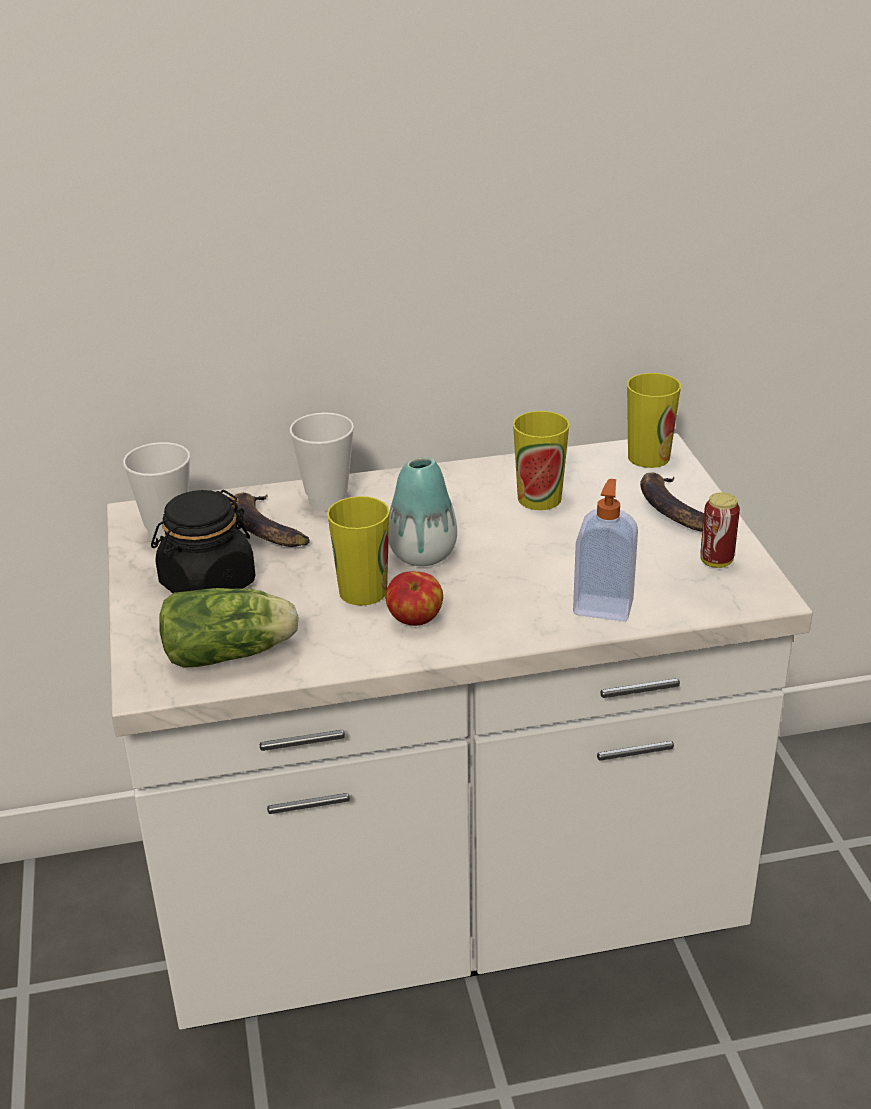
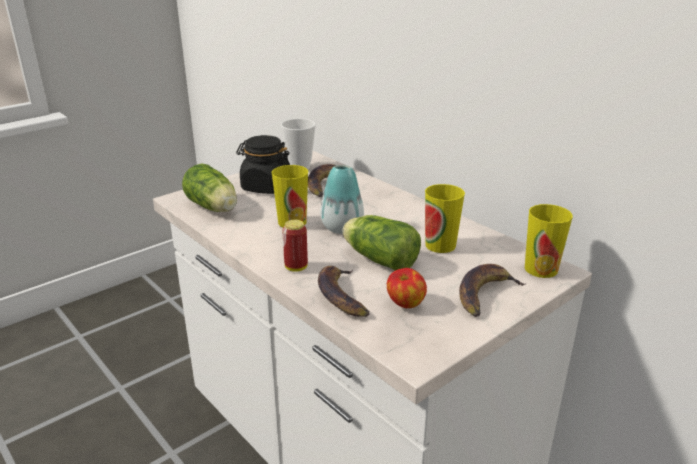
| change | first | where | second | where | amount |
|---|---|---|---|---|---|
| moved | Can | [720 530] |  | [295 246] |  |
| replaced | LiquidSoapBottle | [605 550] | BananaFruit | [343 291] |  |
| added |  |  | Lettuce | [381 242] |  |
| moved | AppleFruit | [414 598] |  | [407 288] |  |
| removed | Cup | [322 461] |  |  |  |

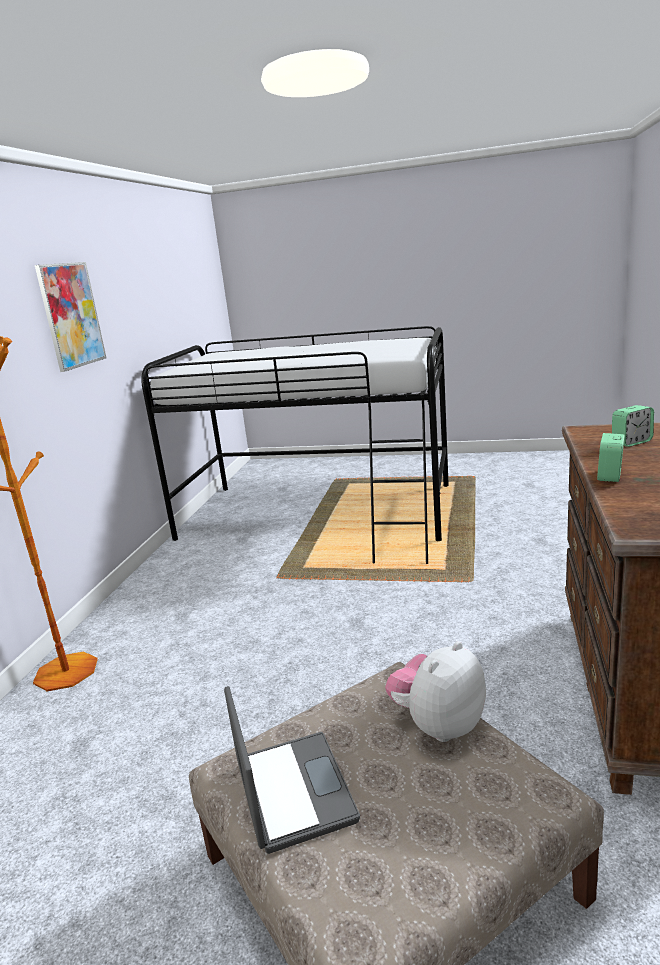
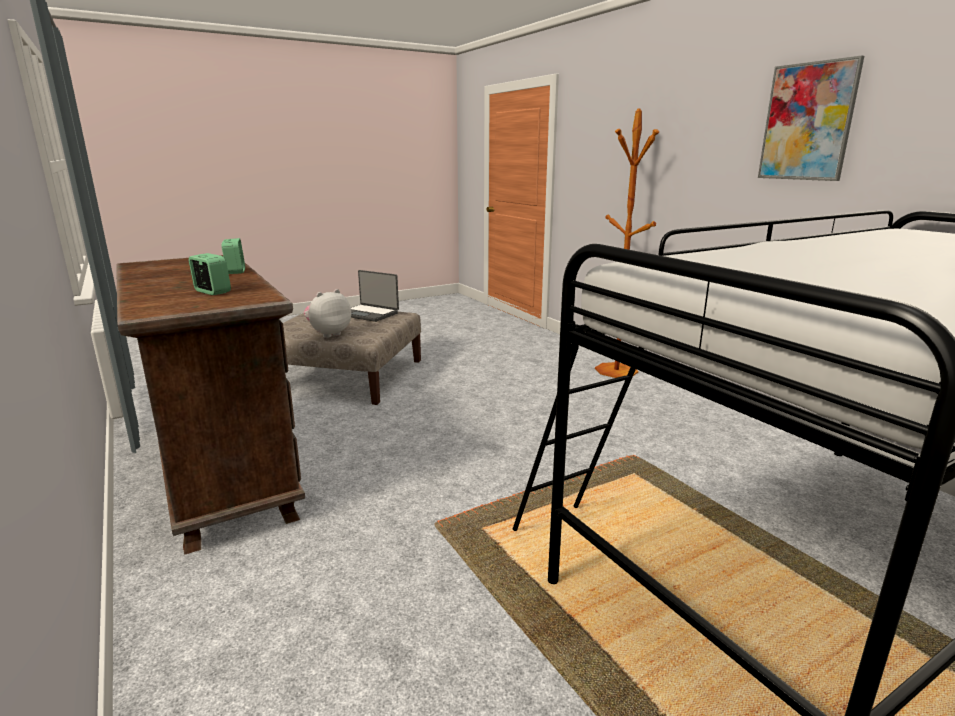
| change | first | where | second | where | amount |
|---|---|---|---|---|---|
| turned | TableClock | [633 426] |  | [210 274] | 105 degrees clockwise |
| turned | CuddlyToy | [435 691] |  | [327 313] | 135 degrees counterclockwise |

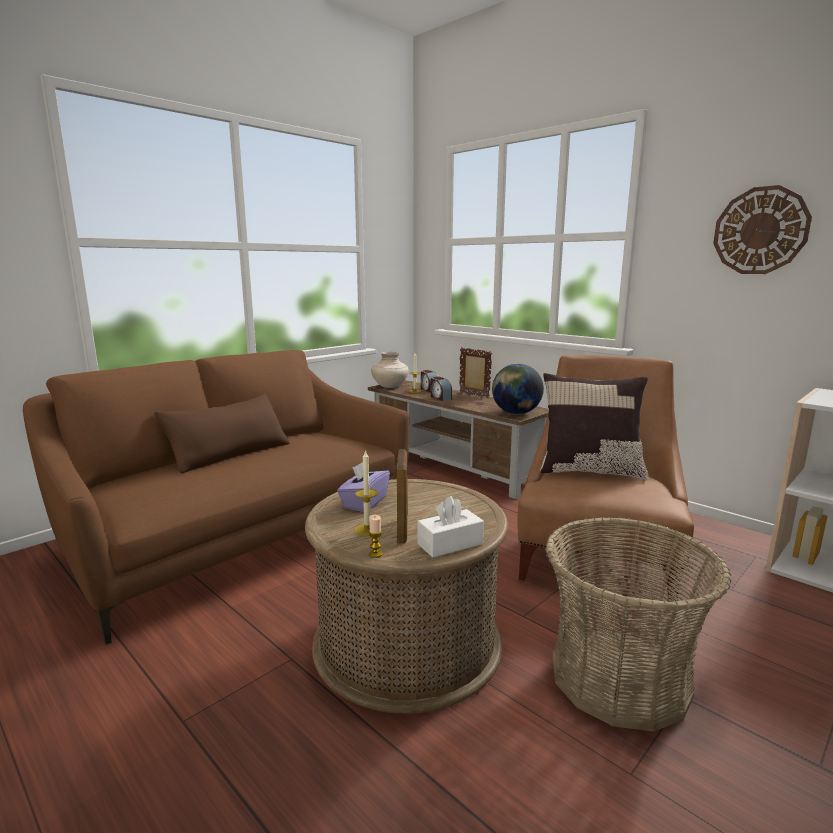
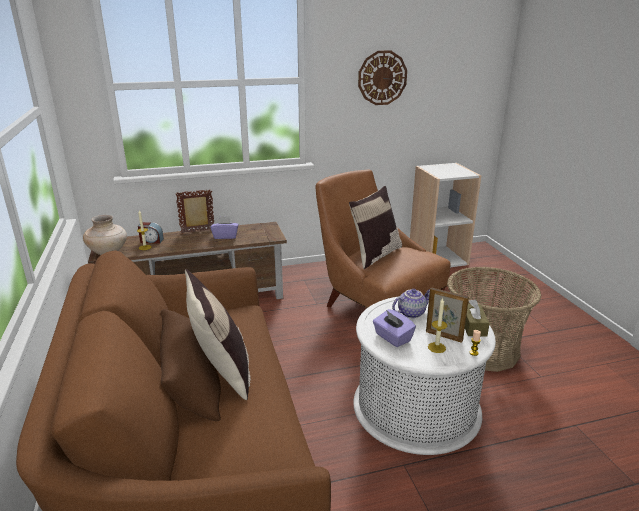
| change | first | where | second | where | amount |
|---|---|---|---|---|---|
| added |  |  | Pillow | [218 334] |  |
| added |  |  | PurplishTissueHolder | [224 227] |  |
| recoloured | BrownColouredLowTable | [406 596] | WhitishLowTable | [424 375] |  |
| added |  |  | Teapot | [411 303] |  |
| recoloured | WhitishTissueHolder | [450 527] | BrownColouredTissueHolder | [477 318] |  |
| removed | TableClock | [441 389] |  |  |  |
| removed | WorldGlobe | [518 389] |  |  |  |

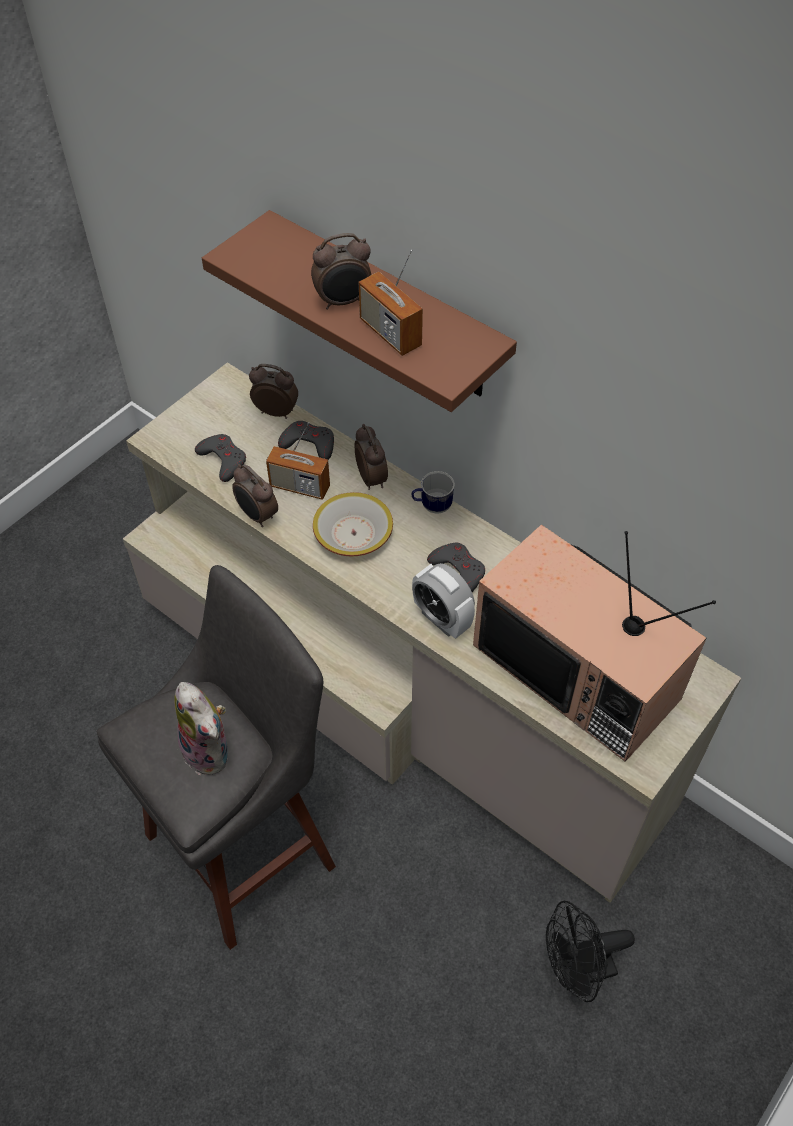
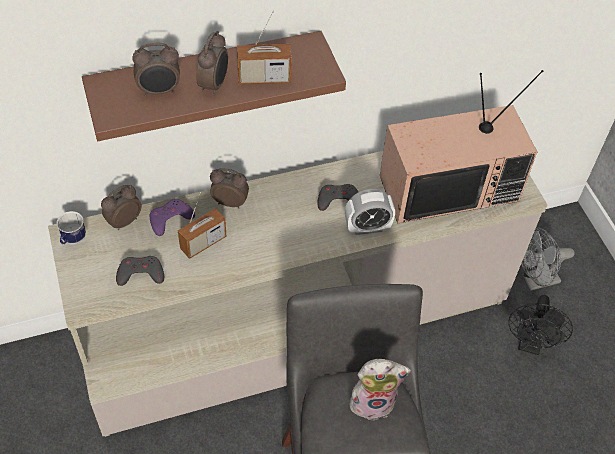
| change | first | where | second | where | amount |
|---|---|---|---|---|---|
| moved | TeaMug | [433 492] |  | [71 227] |  |
| moved | TableClock | [255 495] |  | [156 70] |  |
| recoloured | GreyJoypad | [306 440] | PurplishJoypad | [172 217] |  |
| added |  |  | GreyFan | [548 259] |  |
| removed | DeepDish | [353 524] |  |  |  |

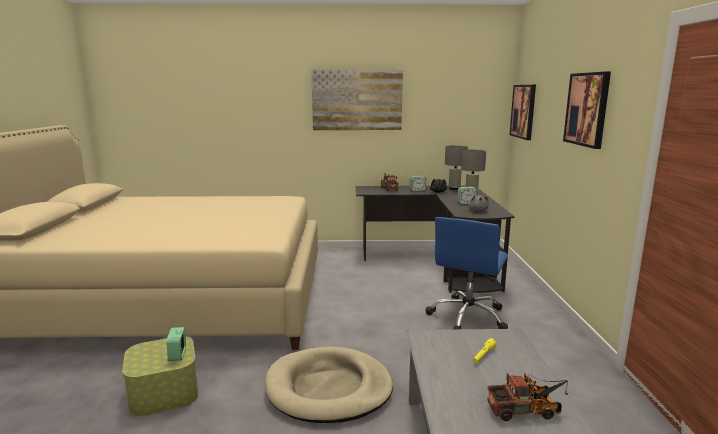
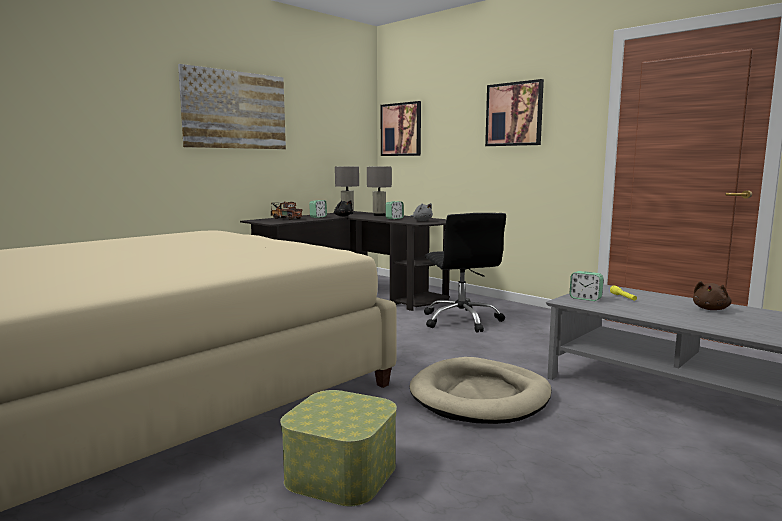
| change | first | where | second | where | amount |
|---|---|---|---|---|---|
| recoloured | BlueColouredOfficeChair | [466 273] | BlackColouredOfficeChair | [465 272] |  |
| moved | TableClock | [176 344] |  | [586 286] |  |
| replaced | ModelTruck | [527 397] | BrownColouredCuddlyToy | [712 295] |  |

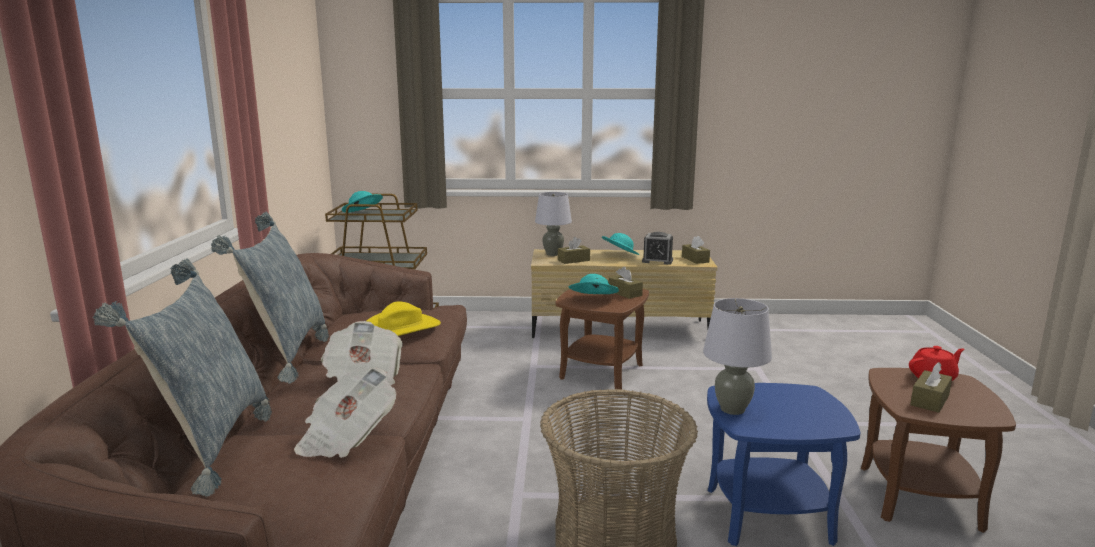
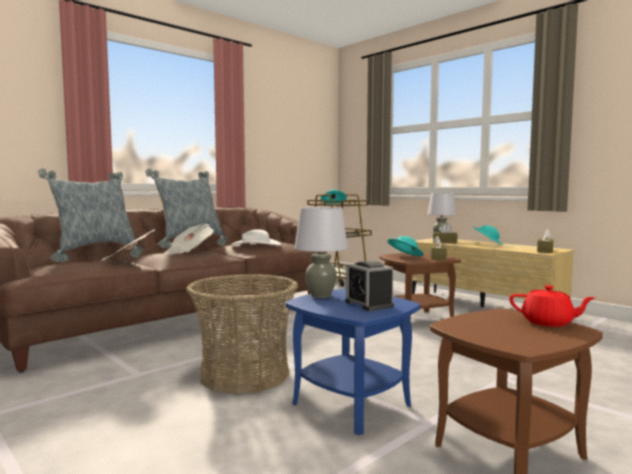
| change | first | where | second | where | amount |
|---|---|---|---|---|---|
| recoloured | YellowHat | [403 319] | WhitishHat | [256 237] |  |
| moved | TableClock | [657 248] |  | [369 286] |  |
| removed | BrownColouredTissueHolder | [931 387] |  |  |  |

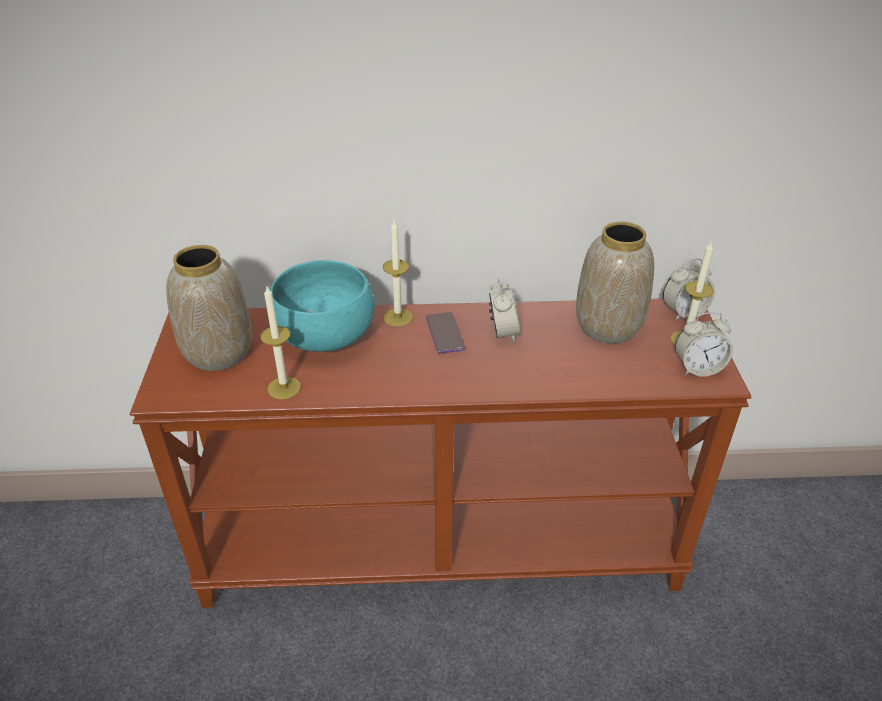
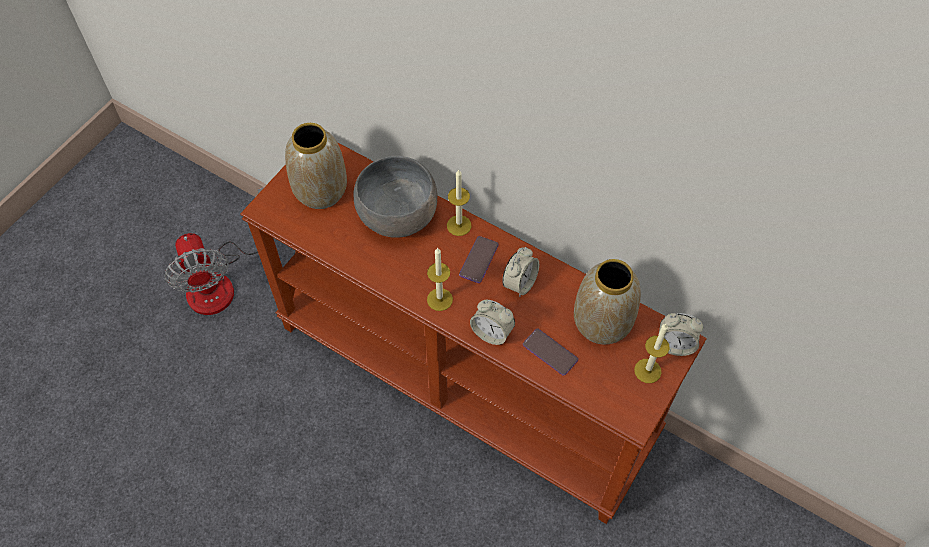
| change | first | where | second | where | amount |
|---|---|---|---|---|---|
| added |  |  | Fan | [214 251] |  |
| recoloured | TurquoiseDeepDish | [322 306] | GreyDeepDish | [395 196] |  |
| moved | WaxLight | [280 343] |  | [440 279] |  |
| moved | TableClock | [704 344] |  | [492 322] |  |
| added |  |  | Phone | [550 352] |  |

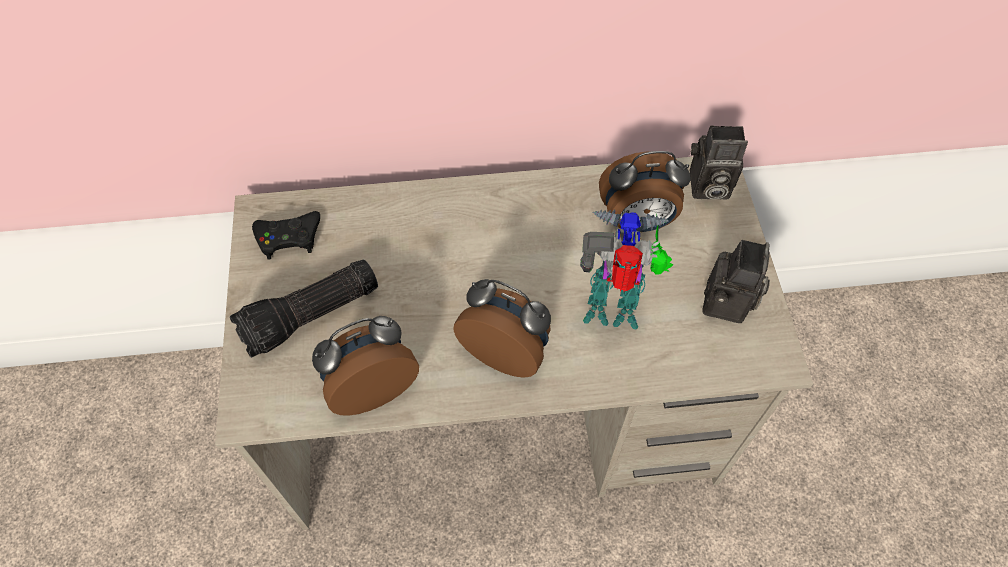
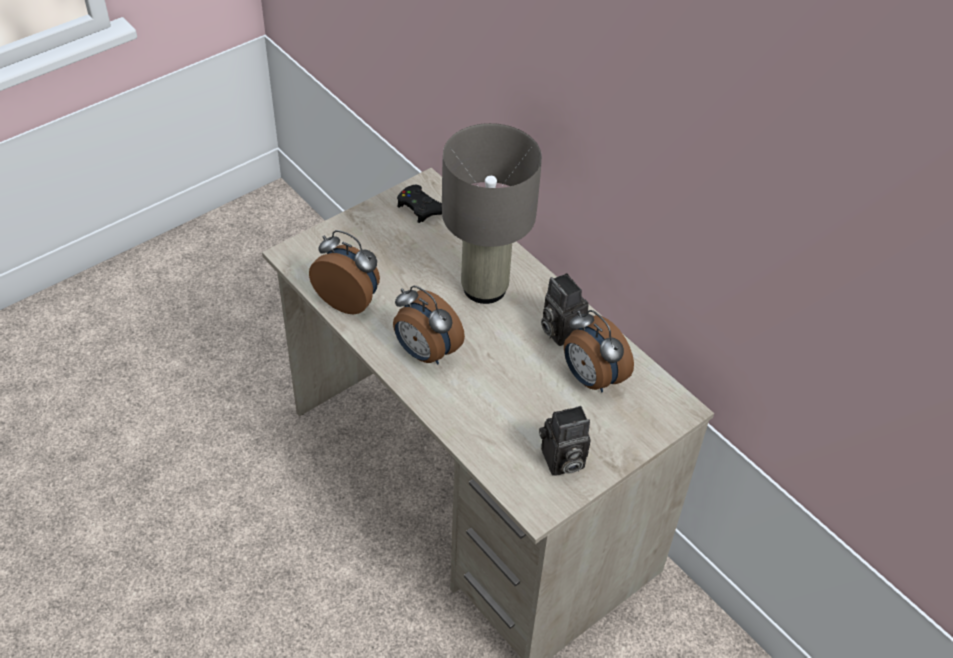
| change | first | where | second | where | amount |
|---|---|---|---|---|---|
| turned | TableClock | [502 328] |  | [429 325] | 135 degrees clockwise |
| added |  |  | GreyTabletopLamp | [492 213] |  |
| moved | StillCamera | [719 163] |  | [565 309] |  |
| removed | HandTorch | [303 309] |  |  |  |
| removed | ModelRobot | [626 270] |  |  |  |

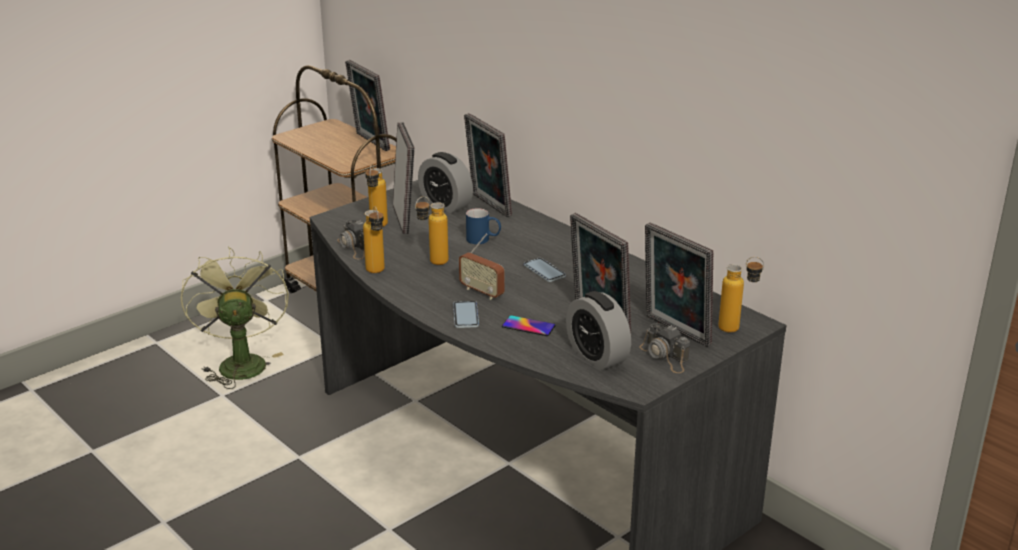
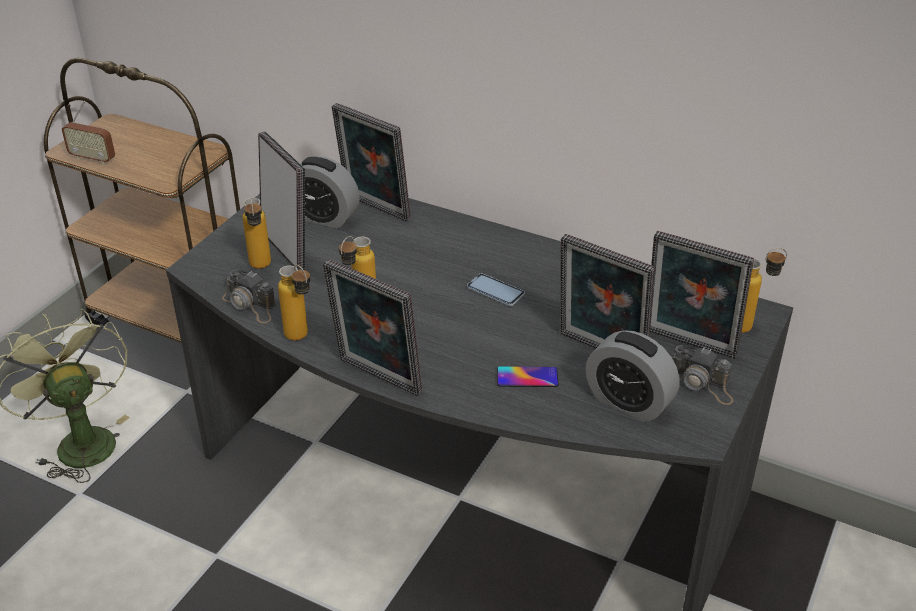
| change | first | where | second | where | amount |
|---|---|---|---|---|---|
| moved | RadioReceiver | [482 267] |  | [88 133] |  |
| moved | PhotoFrame | [367 105] |  | [372 327] |  |
| removed | Phone | [466 314] |  |  |  |
| removed | BlueColouredTeaMug | [483 226] |  |  |  |

